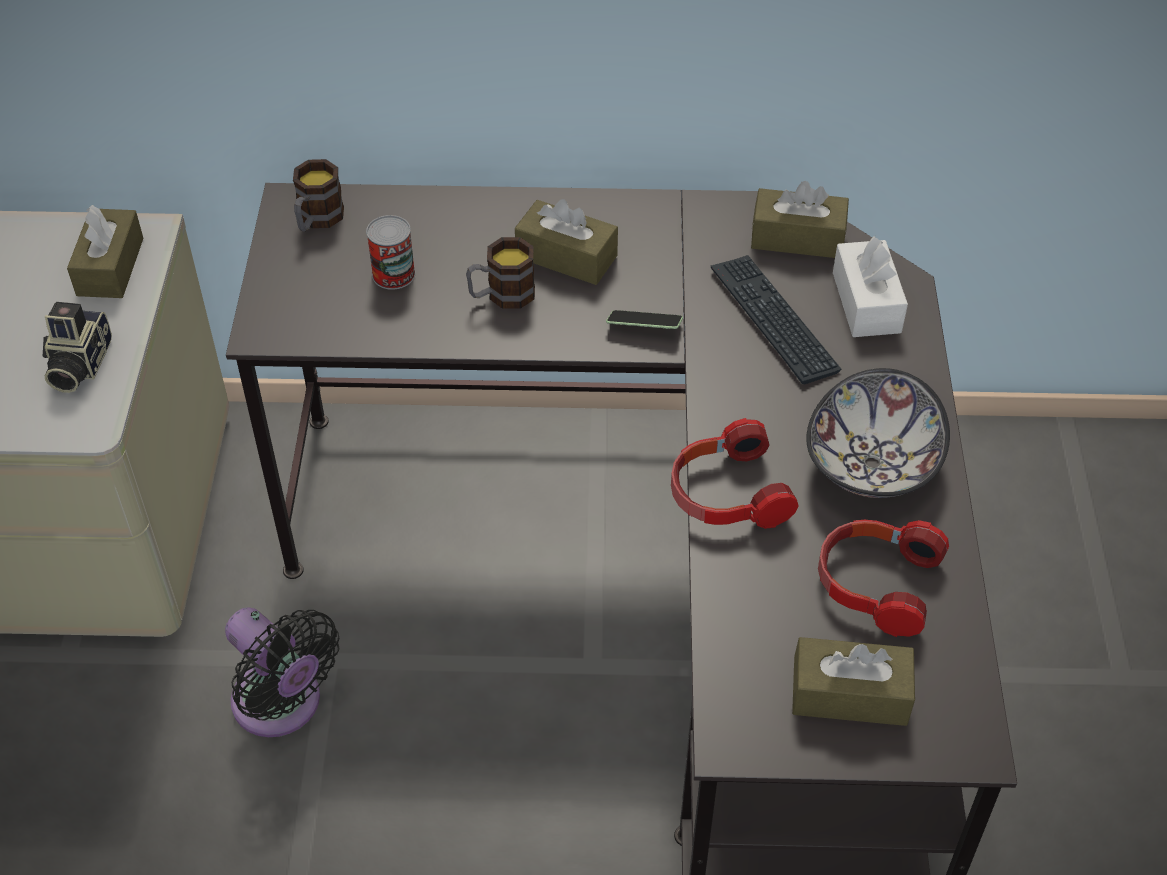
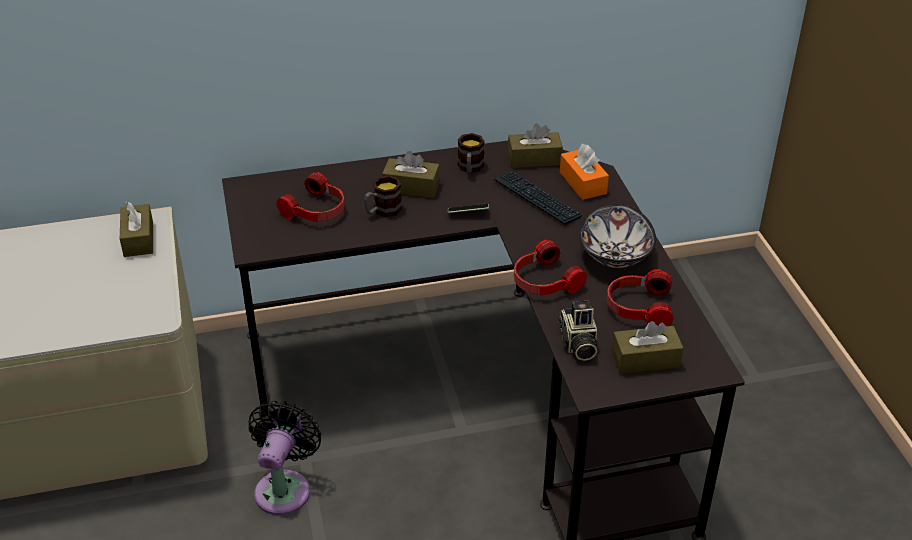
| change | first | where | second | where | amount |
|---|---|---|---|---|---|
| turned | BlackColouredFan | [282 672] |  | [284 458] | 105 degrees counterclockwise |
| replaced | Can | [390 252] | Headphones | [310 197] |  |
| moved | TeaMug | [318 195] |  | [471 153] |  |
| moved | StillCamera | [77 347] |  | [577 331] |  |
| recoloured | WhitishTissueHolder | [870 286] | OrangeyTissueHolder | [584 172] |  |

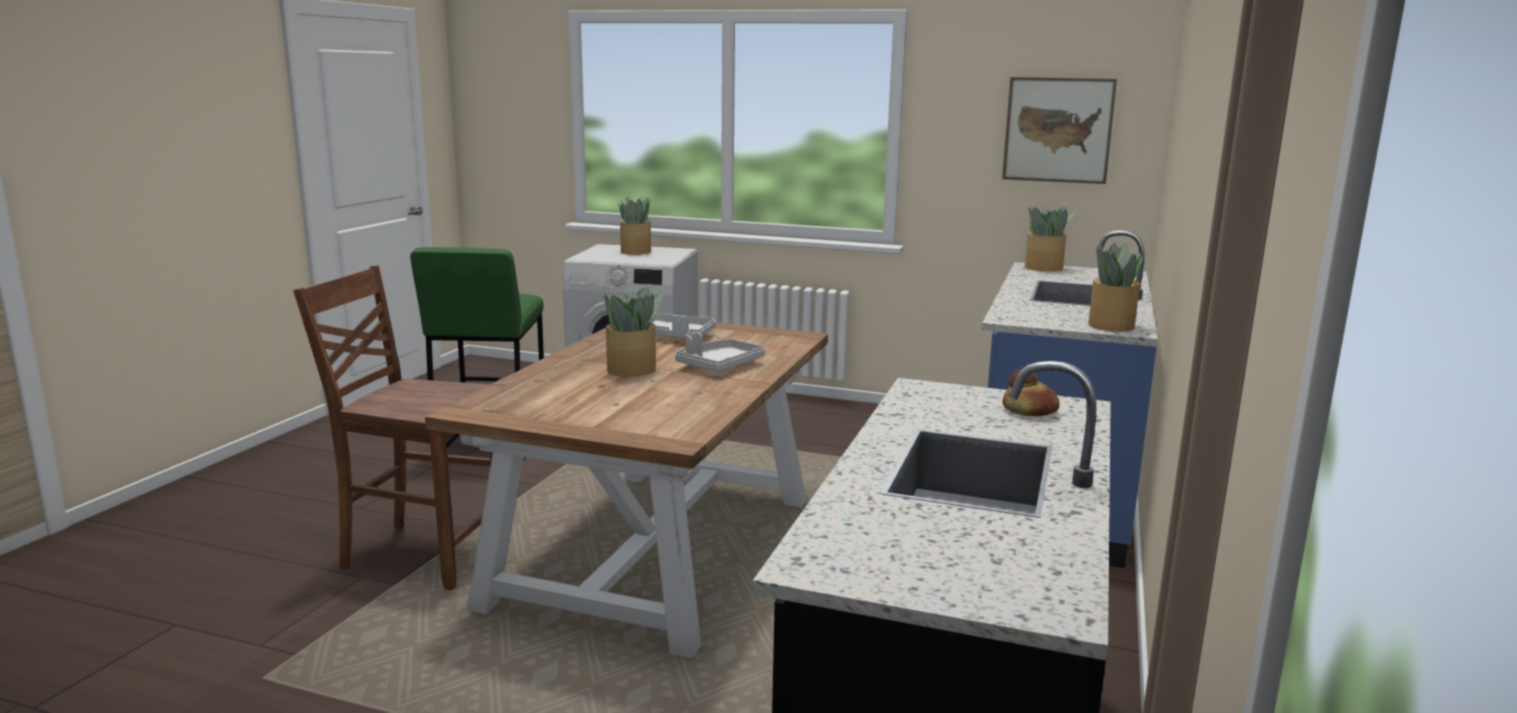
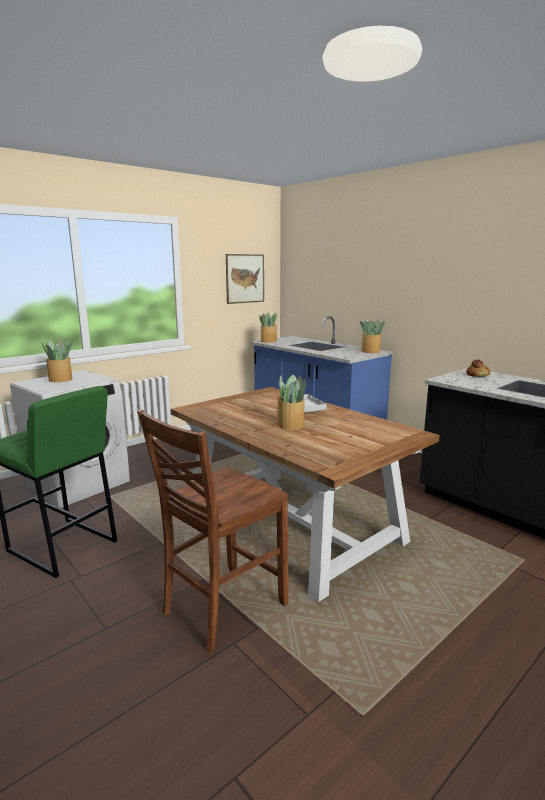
| change | first | where | second | where | amount |
|---|---|---|---|---|---|
| removed | GreyCarryingTray | [683 325] |  |  |  |

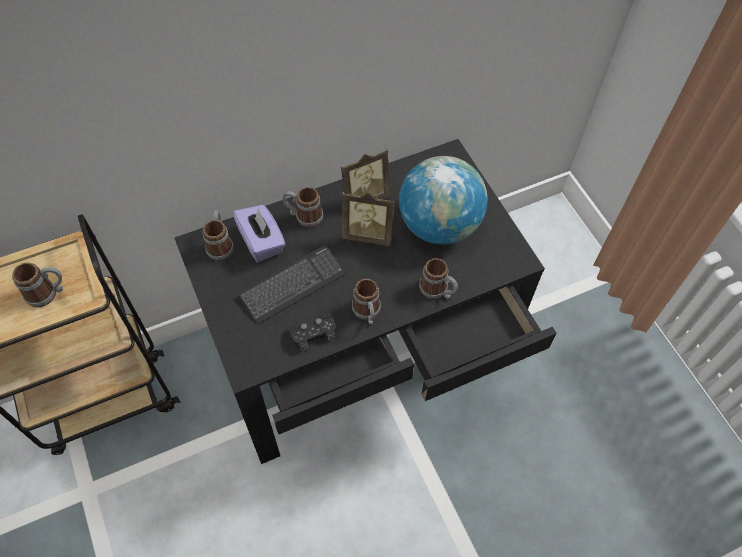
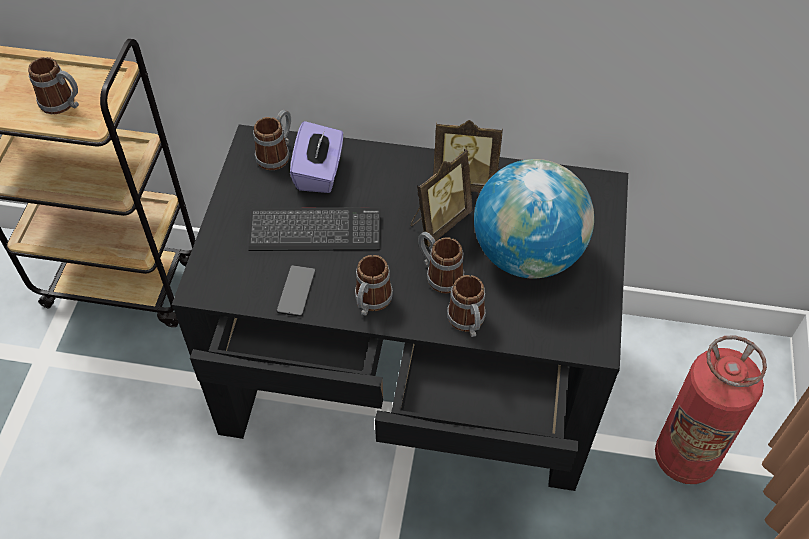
| change | first | where | second | where | amount |
|---|---|---|---|---|---|
| replaced | BlackColouredJoypad | [312 332] | Phone | [296 291] |  |
| turned | PhotoFrame | [368 219] |  | [441 198] | 90 degrees counterclockwise |
| moved | TeaMug | [302 207] |  | [441 262] |  |
| added |  |  | FireExtinguisher | [711 409] |  |

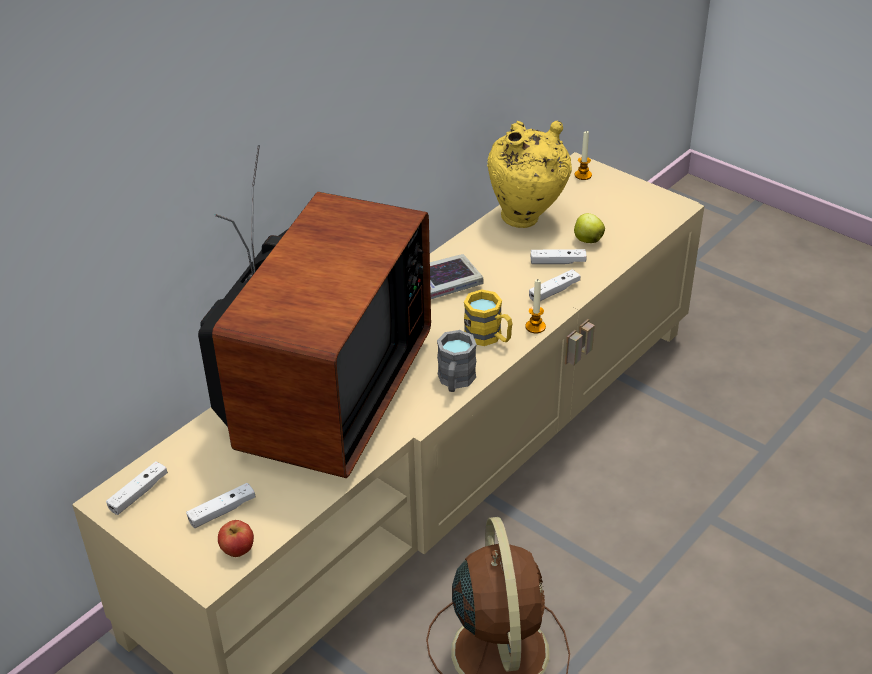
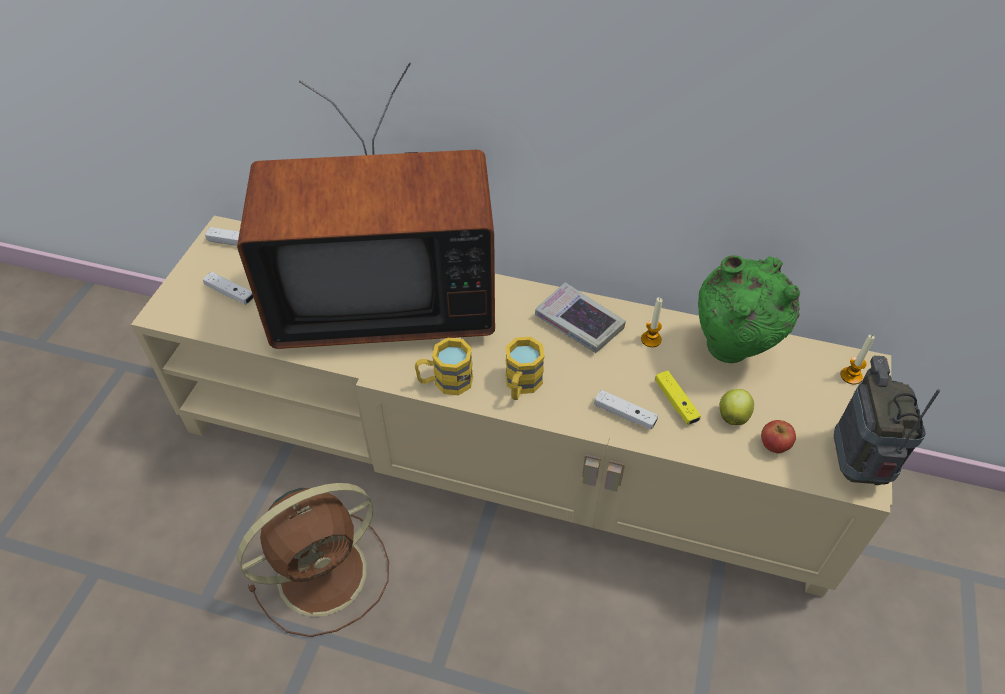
| change | first | where | second | where | amount |
|---|---|---|---|---|---|
| recoloured | GreyTeaMug | [457 361] | YellowTeaMug | [444 366] |  |
| moved | WaxLight | [535 306] |  | [651 322] |  |
| recoloured | WhitishJoypad | [559 256] | YellowJoypad | [678 398] |  |
| recoloured | YellowDecorativeVase | [529 174] | GreenishDecorativeVase | [749 309] |  |
| moved | AppleFruit | [236 538] |  | [778 436] |  |
| added |  |  | RadioReceiver | [887 420] |  |

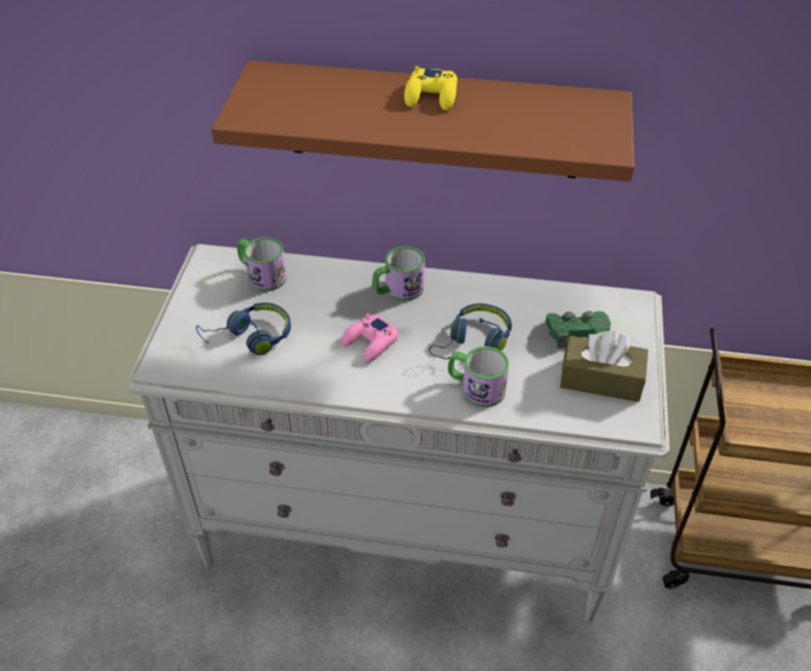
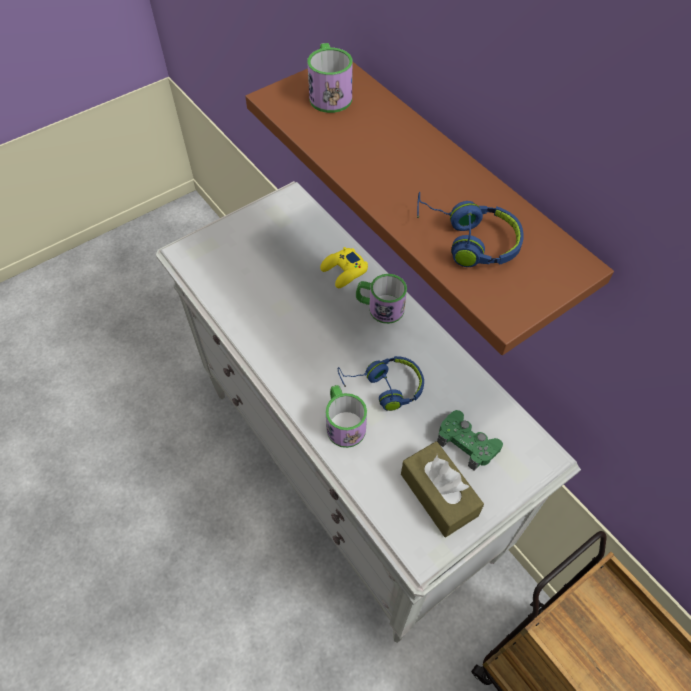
| change | first | where | second | where | amount |
|---|---|---|---|---|---|
| moved | TeaMug | [262 264] |  | [329 78] |  |
| moved | YellowJoypad | [430 88] |  | [344 267] |  |
| moved | BlueColouredHeadphones | [243 329] |  | [470 229] |  |
| removed | PinkJoypad | [370 338] |  |  |  |

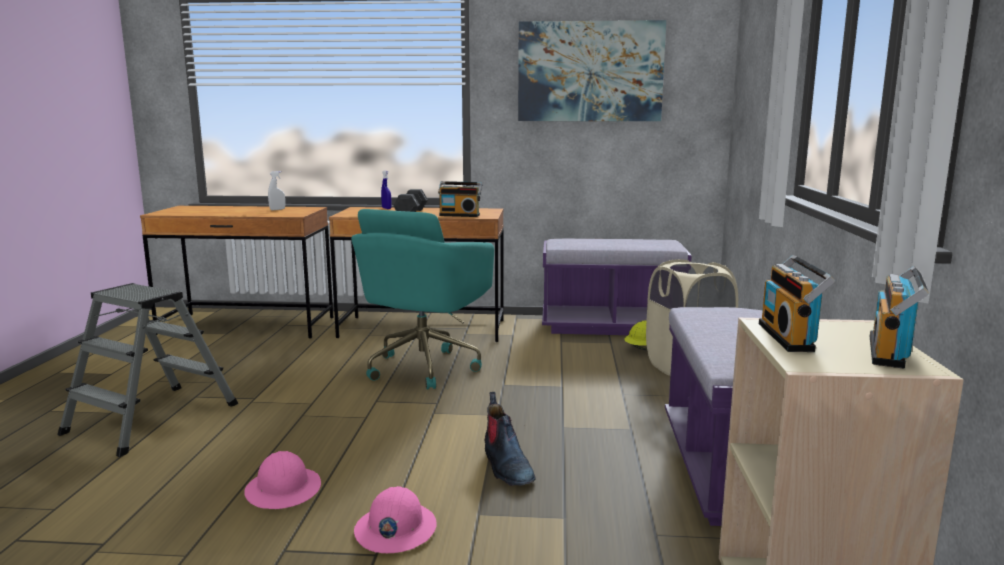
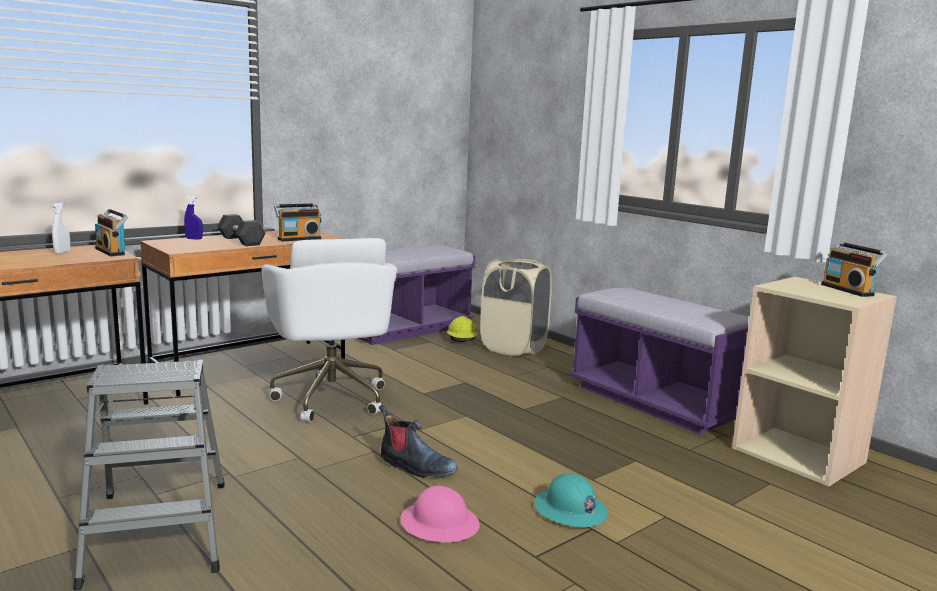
| change | first | where | second | where | amount |
|---|---|---|---|---|---|
| moved | RadioReceiver | [797 303] |  | [111 232] |  |
| recoloured | TurquoiseOfficeChair | [422 299] | WhitishOfficeChair | [329 330] |  |
| moved | Boot | [510 439] |  | [418 441] |  |
| recoloured | PinkWorkHelmet | [395 519] | TurquoiseWorkHelmet | [571 500] |  |
| removed | WallPicture | [592 70] |  |  |  |

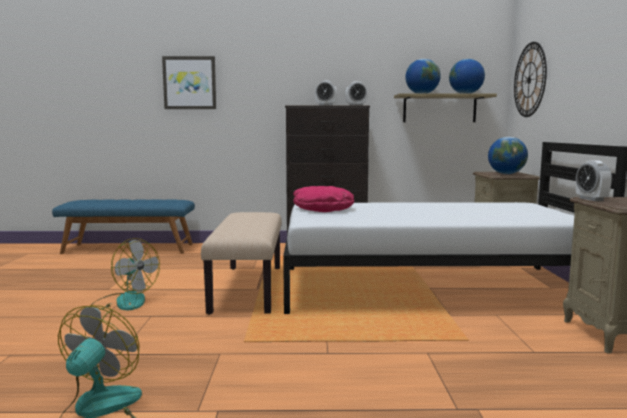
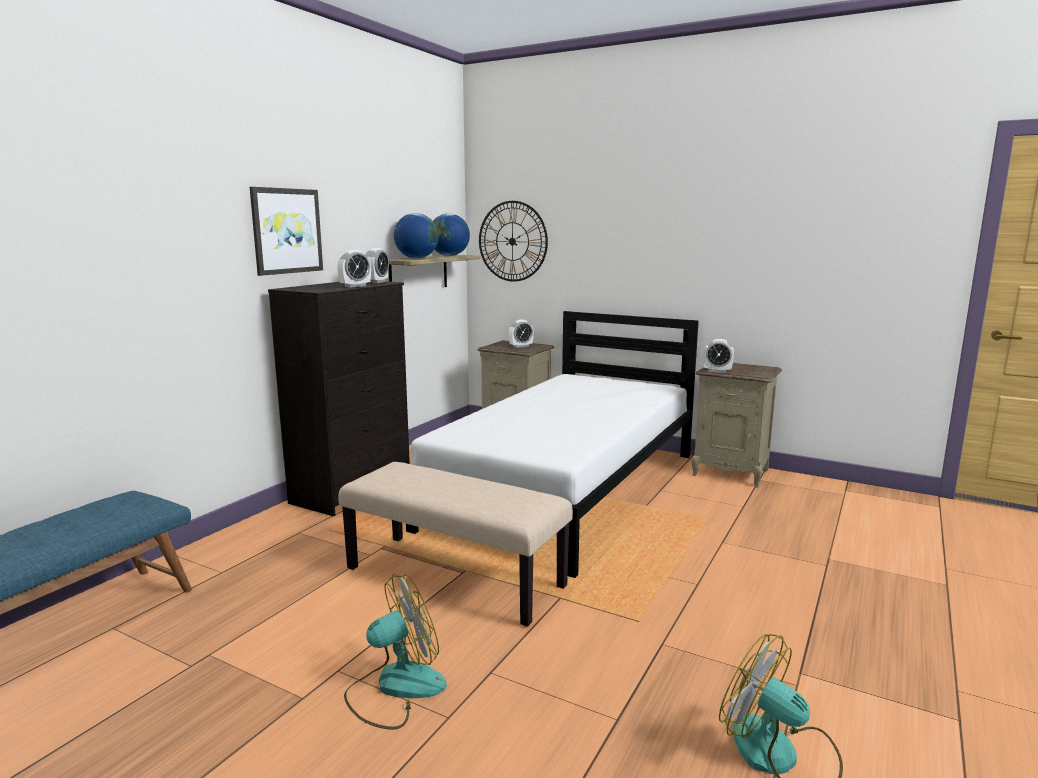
| change | first | where | second | where | amount |
|---|---|---|---|---|---|
| moved | WallPicture | [189 82] |  | [286 231] |  |
| replaced | WorldGlobe | [508 155] | TableClock | [521 333] |  |
| removed | PinkPillow | [323 199] |  |  |  |

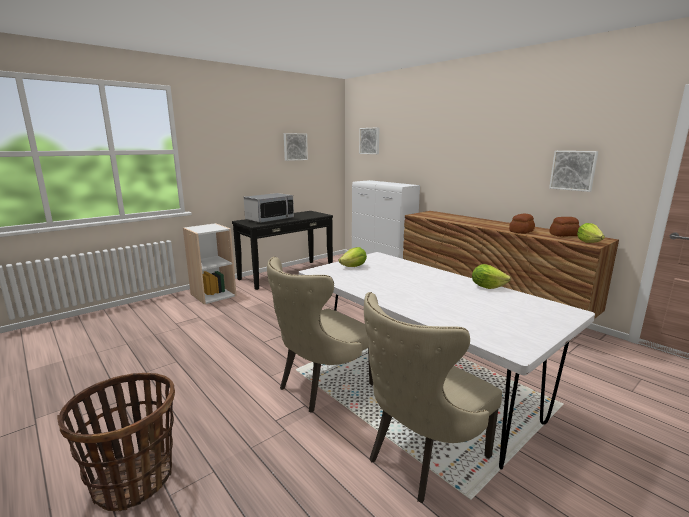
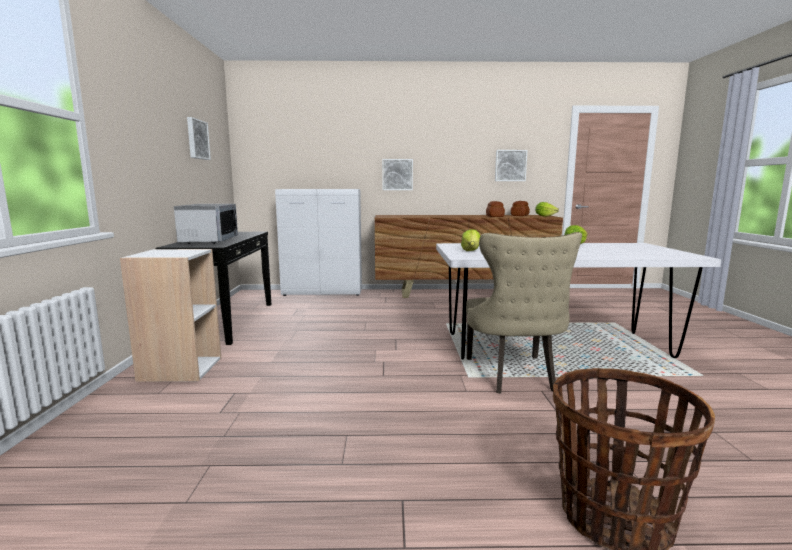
| change | first | where | second | where | amount |
|---|---|---|---|---|---|
| moved | WallPicture | [369 140] |  | [397 174] |  |
| removed | SandColouredUprightChair | [433 397] |  |  |  |

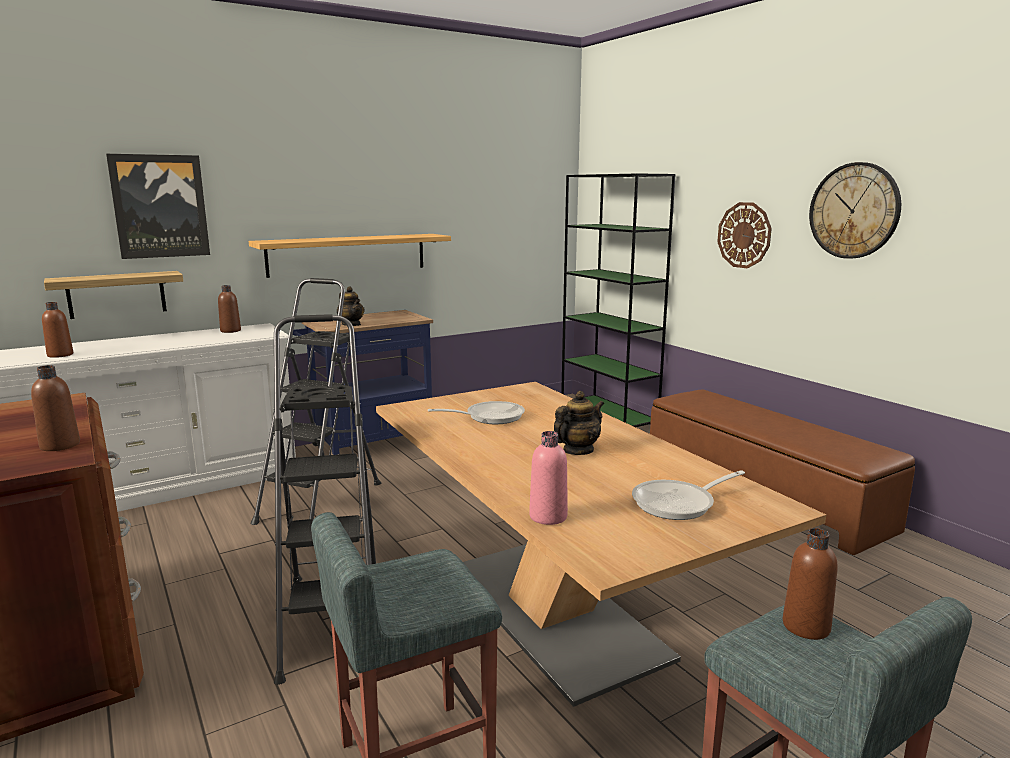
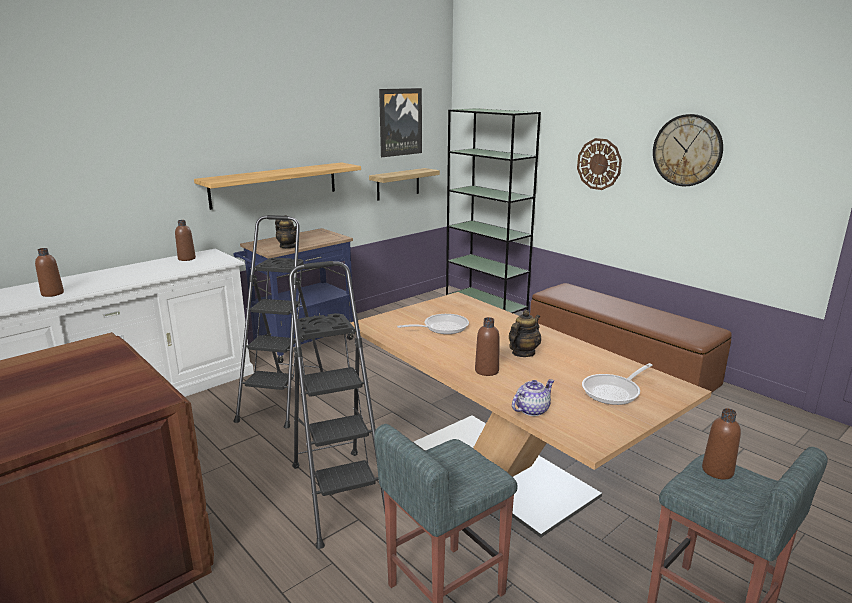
| change | first | where | second | where | amount |
|---|---|---|---|---|---|
| moved | BracketShelf | [113 295] |  | [404 184] |  |
| moved | WallPicture | [158 206] |  | [400 122] |  |
| moved | BrownColouredBottle | [55 408] |  | [487 346] |  |
| replaced | PinkBottle | [548 478] | Teapot | [533 397] |  |

